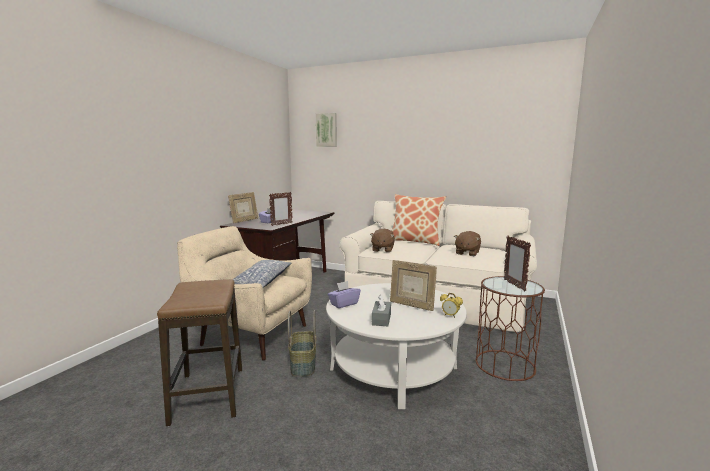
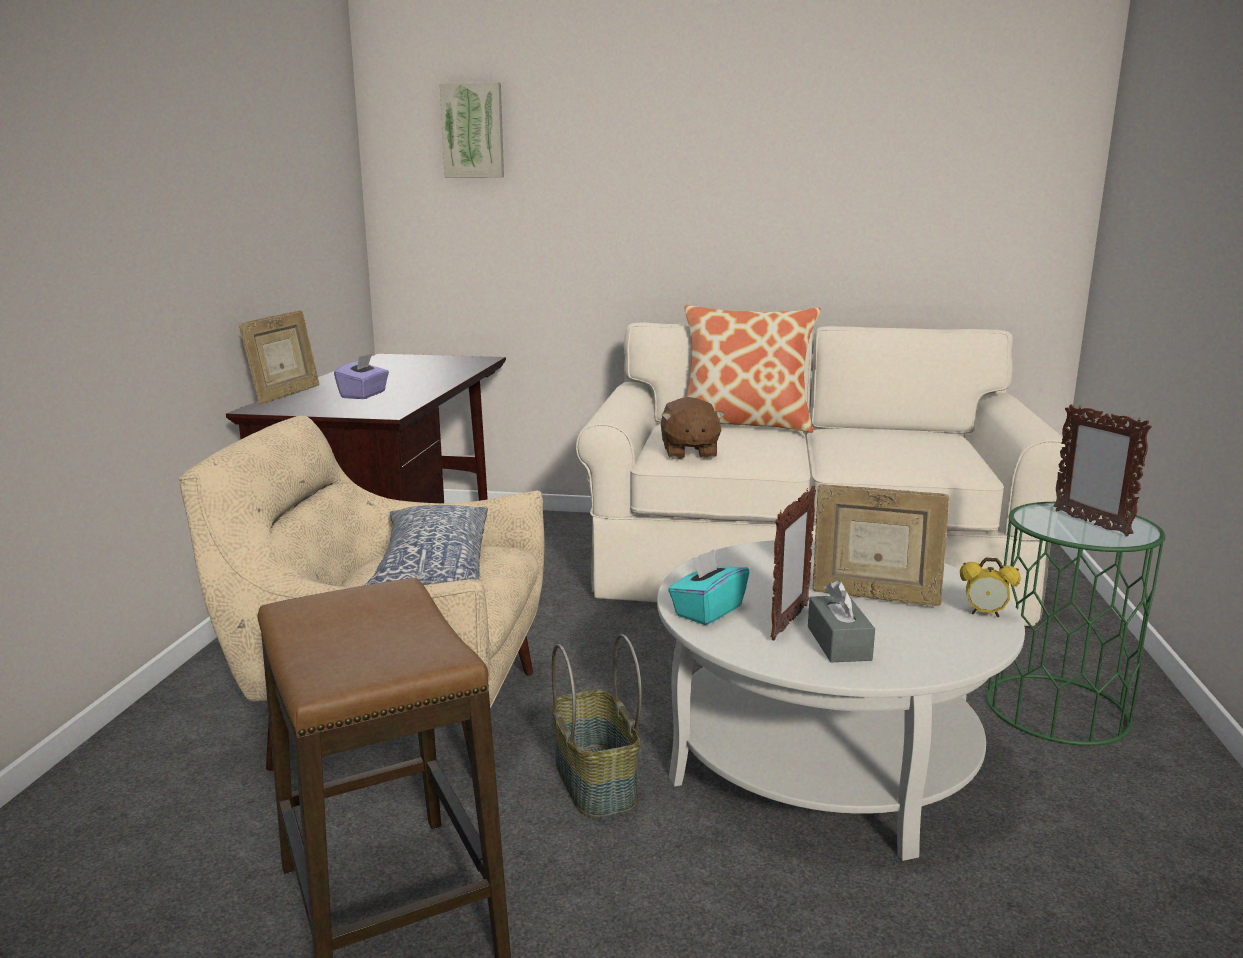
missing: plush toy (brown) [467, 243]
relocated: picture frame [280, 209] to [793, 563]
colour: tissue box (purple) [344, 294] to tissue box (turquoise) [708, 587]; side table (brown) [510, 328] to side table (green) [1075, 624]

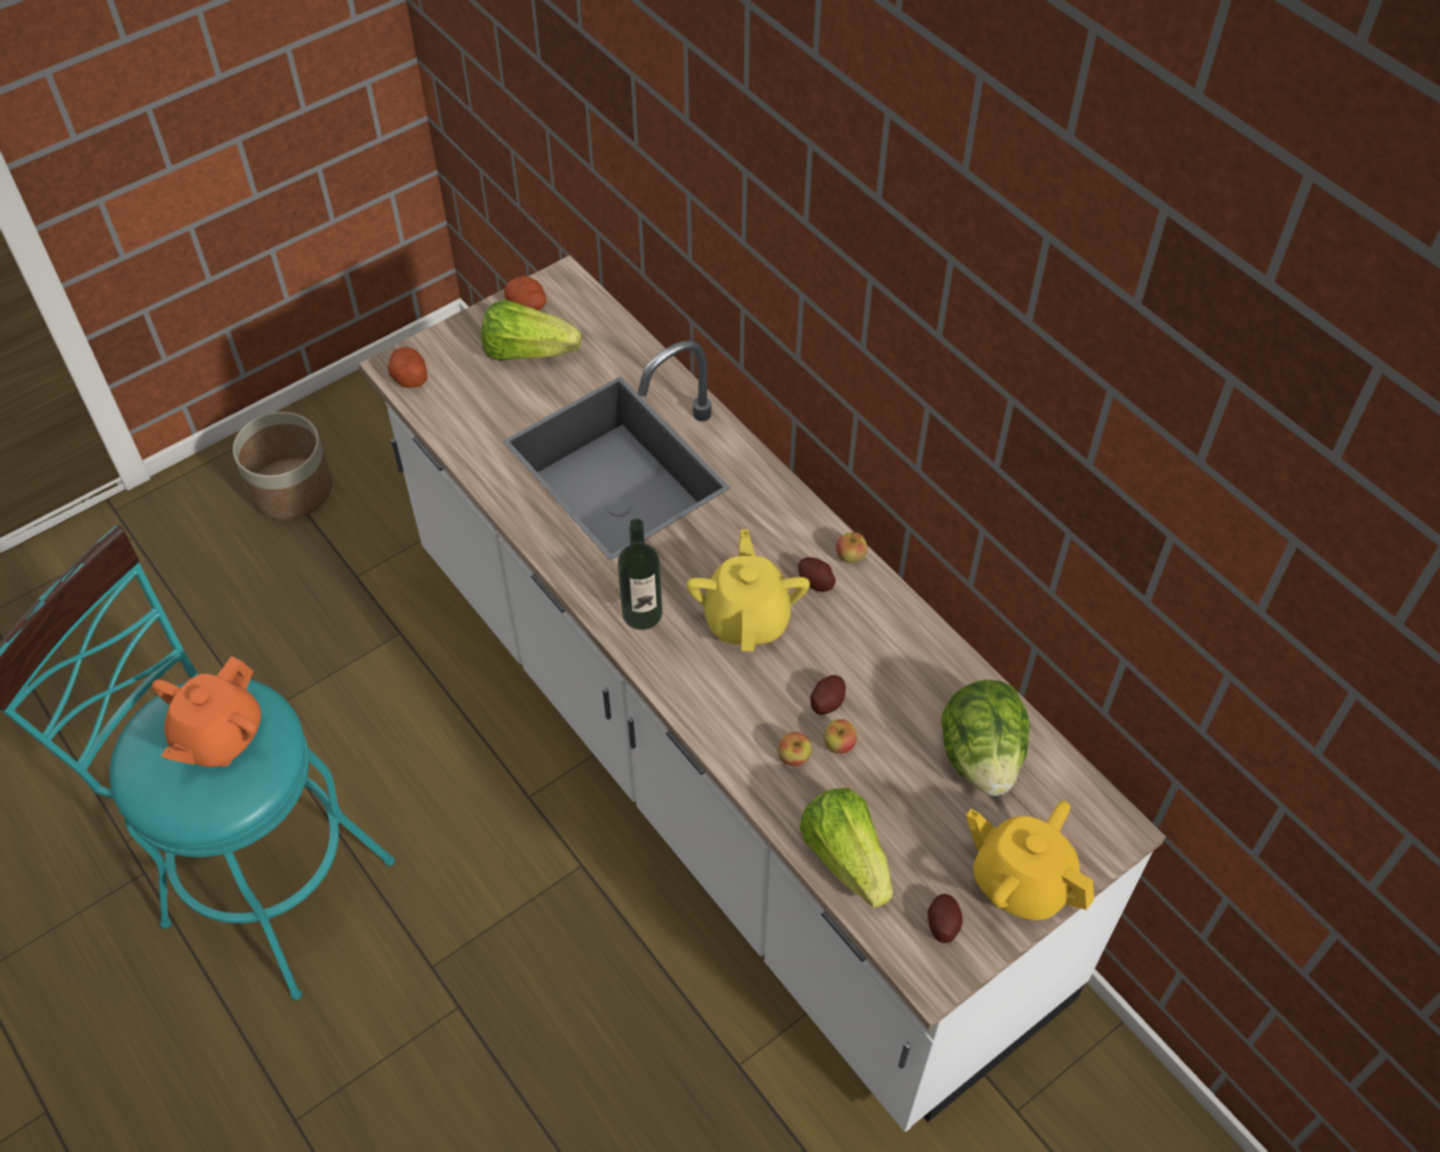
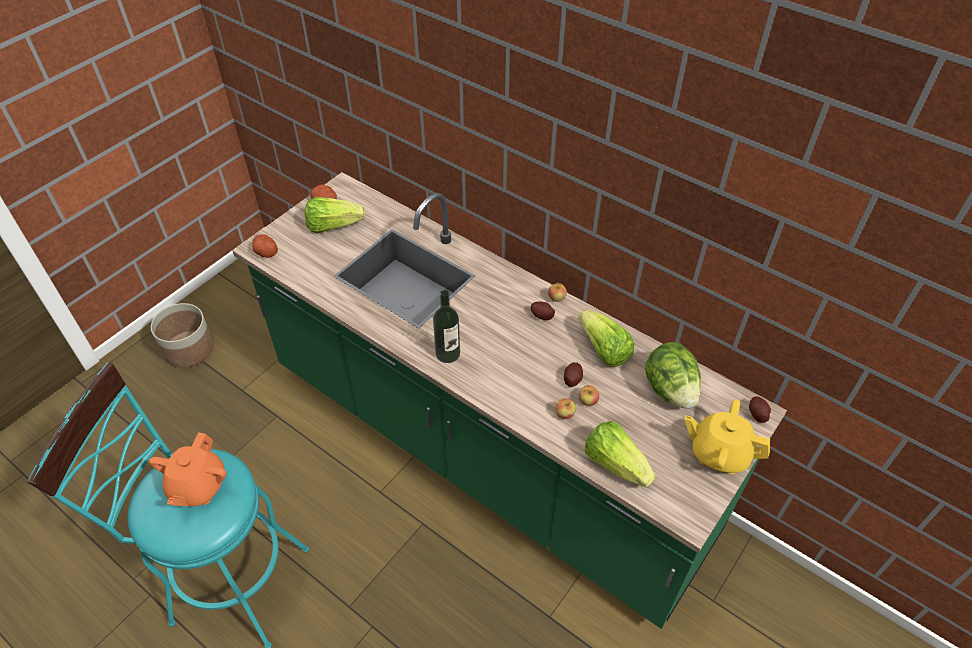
missing: teapot (yellow) [748, 590]
appeared: lettuce [606, 338]
relocated: potato [945, 918] to [760, 409]
colour: counter (white) [762, 693] to counter (green) [510, 400]

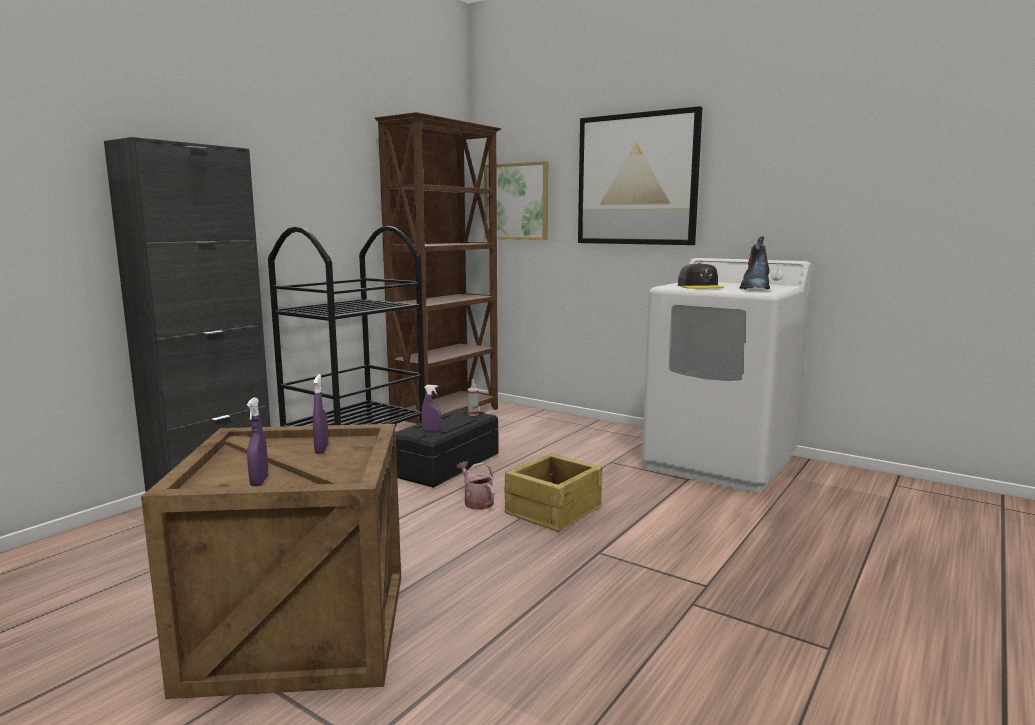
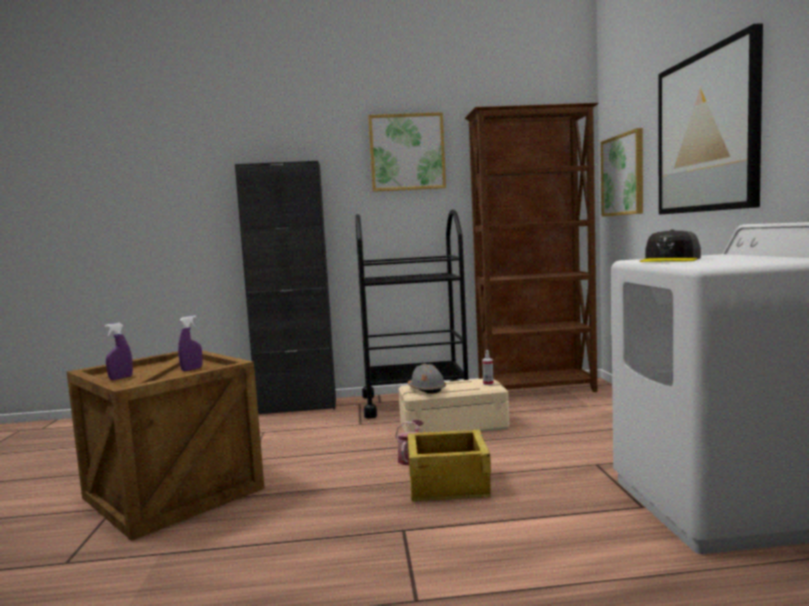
missing: boot [755, 263]
appeared: picture [407, 152]
exchanged: spray bottle (purple) [431, 408] to hard hat (grey) [426, 379]
colour: storage box (black) [447, 448] to storage box (beige) [454, 406]

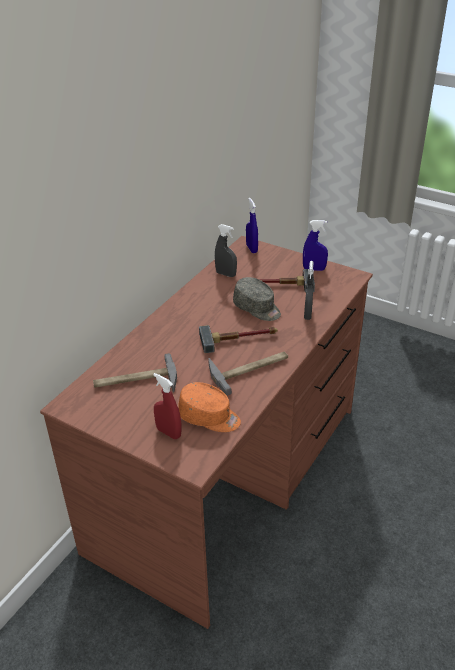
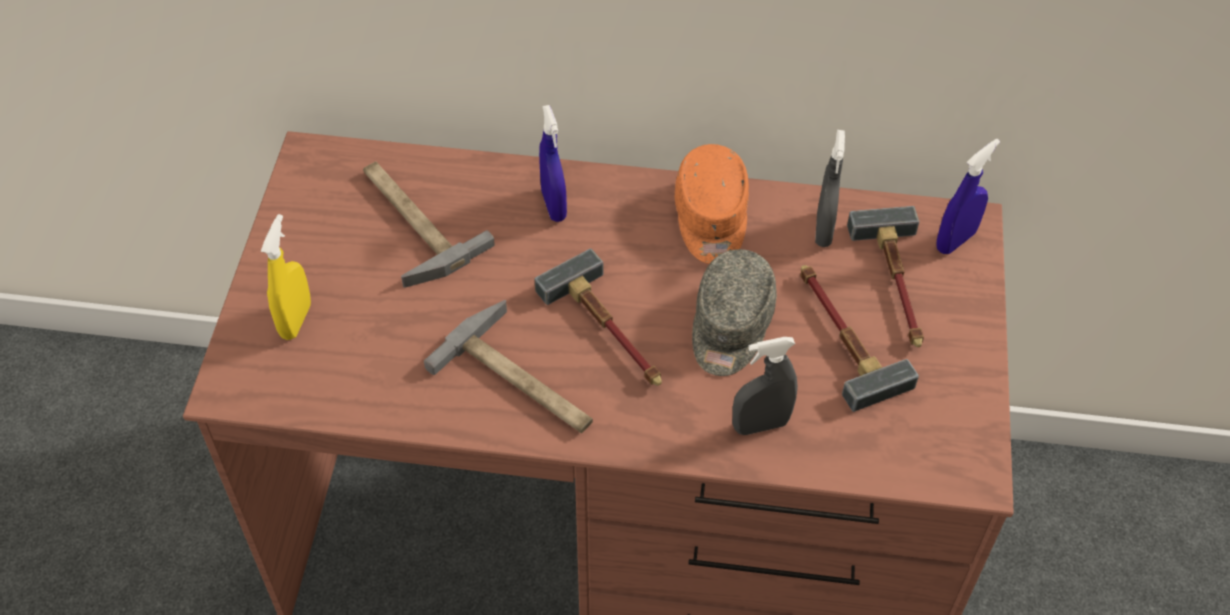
appeared: hammer [885, 276]
relocated: cap (orange) [209, 407] to [712, 204]; spray bottle (blue) [315, 245] to [553, 163]
colour: spray bottle (red) [167, 406] to spray bottle (yellow) [286, 277]

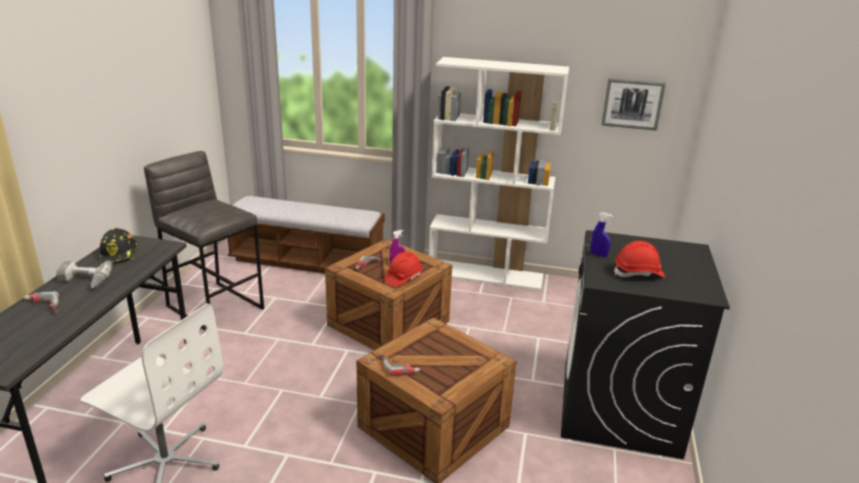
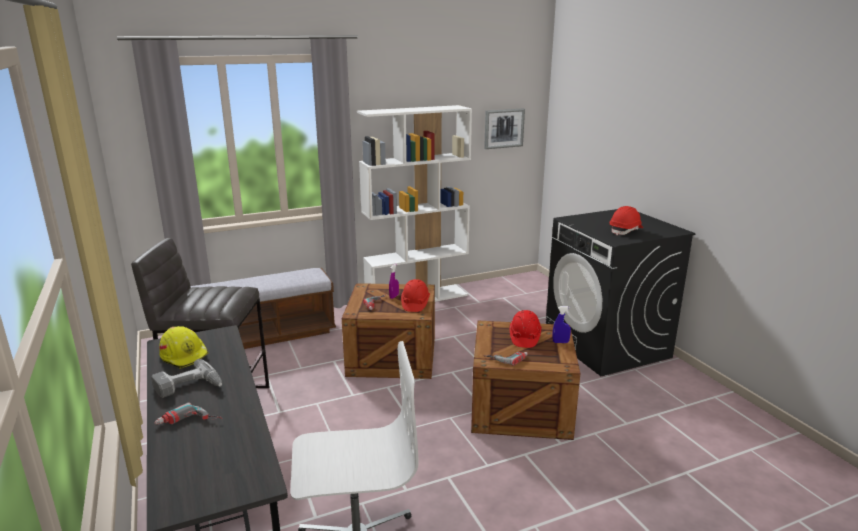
appeared: hard hat (red) [526, 329]
relocated: spray bottle (blue) [601, 234] to [562, 324]
colour: hard hat (black) [119, 246] to hard hat (yellow) [184, 347]

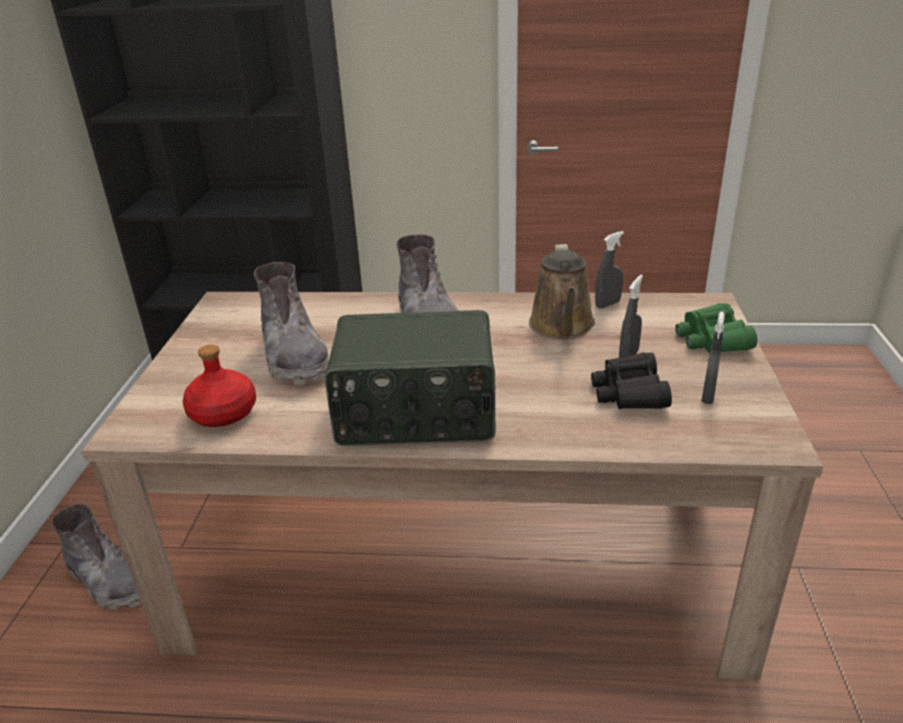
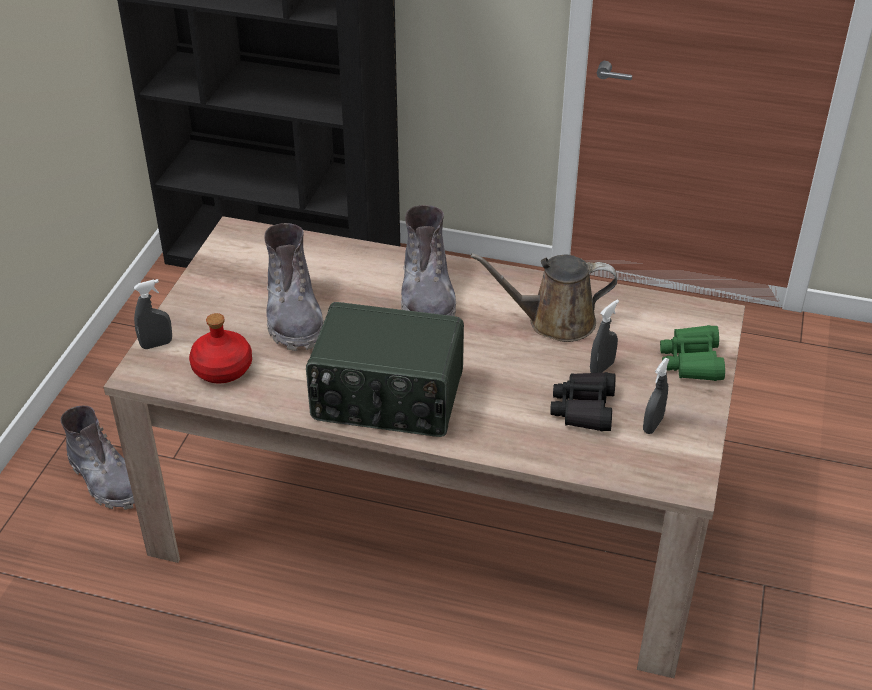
relocated: spray bottle (grey) [609, 269] to [153, 314]
spun: watering can (brown) [562, 291] = [544, 297] 75 degrees clockwise

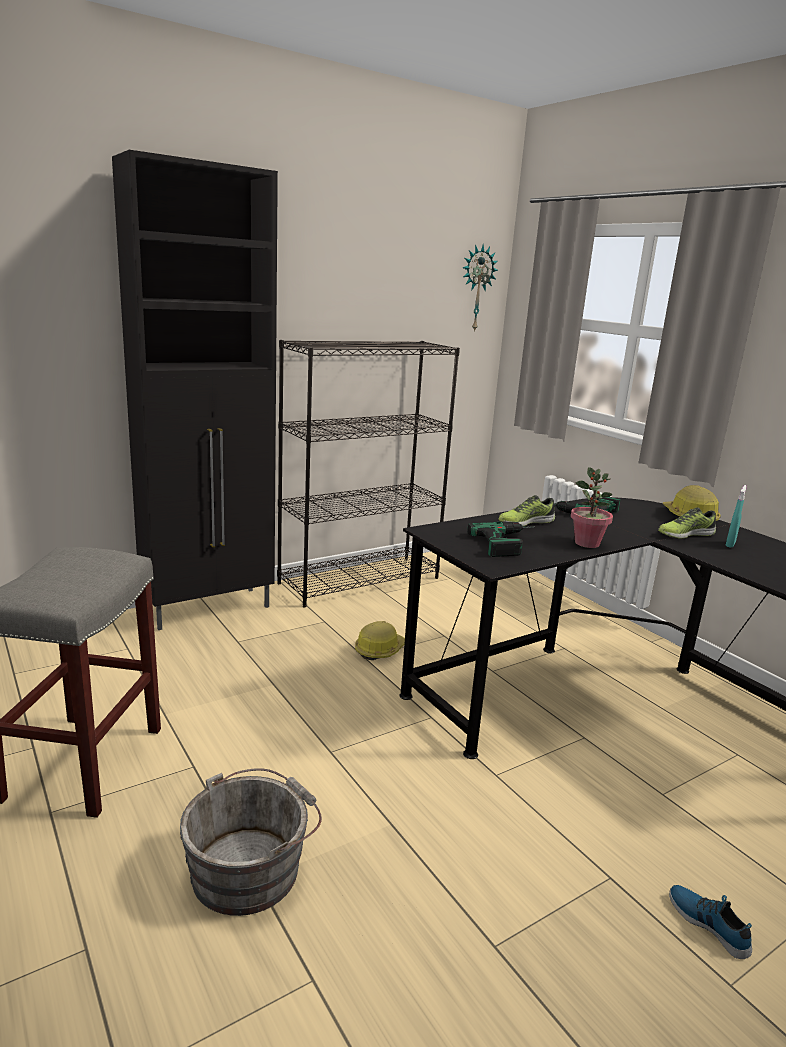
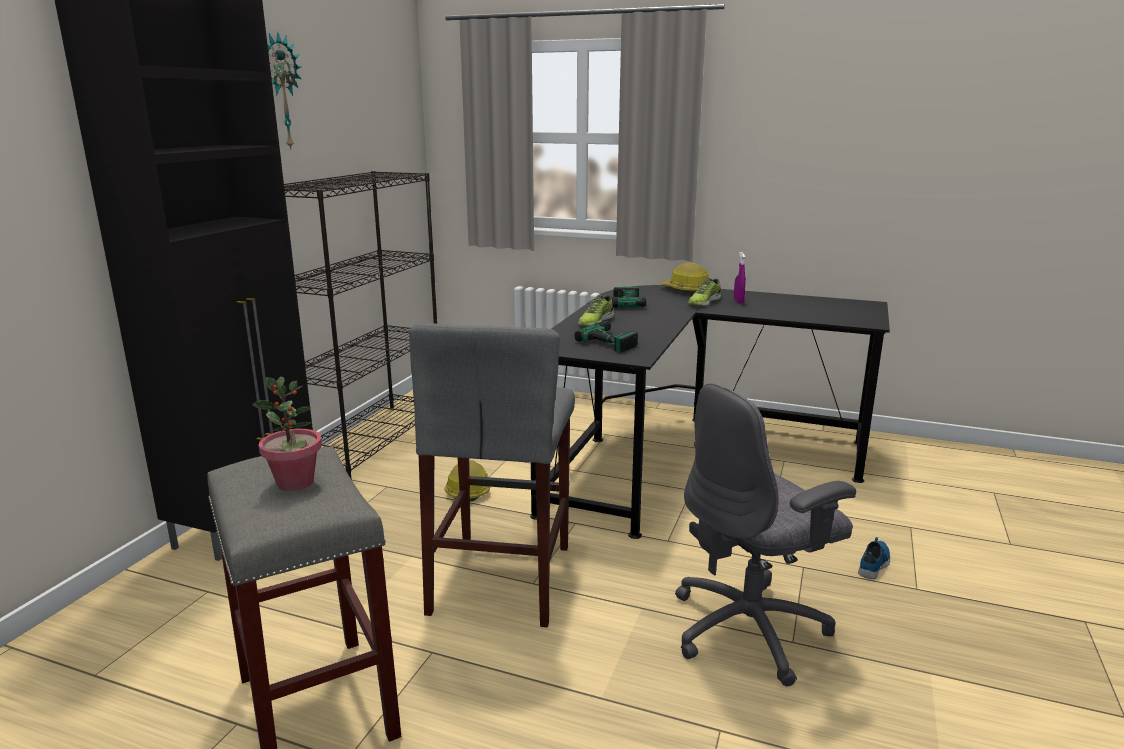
missing: bucket (grey) [251, 842]
appeared: stool (grey) [492, 475]; office chair (grey) [765, 534]
relocated: wall clock [480, 288] to [284, 90]; potted plant [592, 507] to [287, 433]
colour: spray bottle (turquoise) [736, 516] to spray bottle (purple) [740, 278]
spun: shoe [710, 922] = [874, 558] 105 degrees clockwise

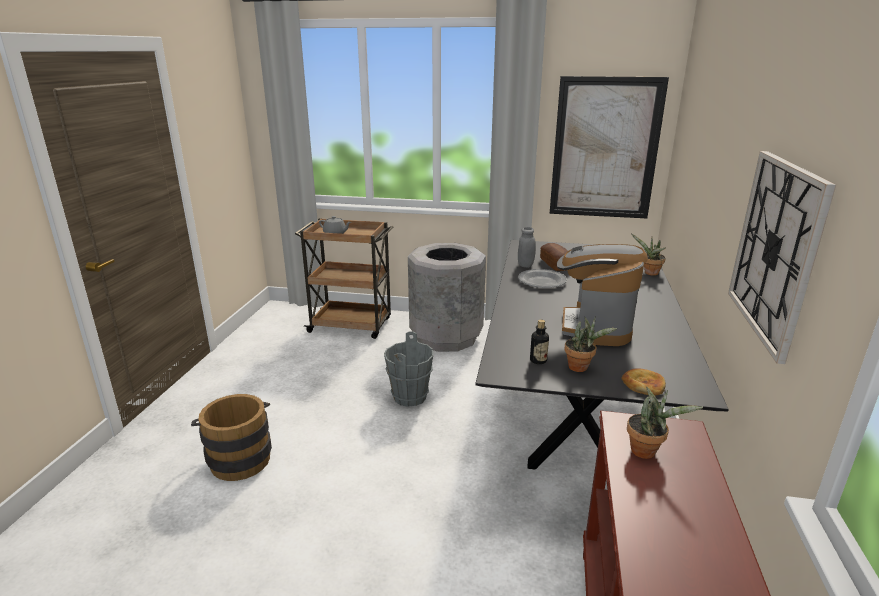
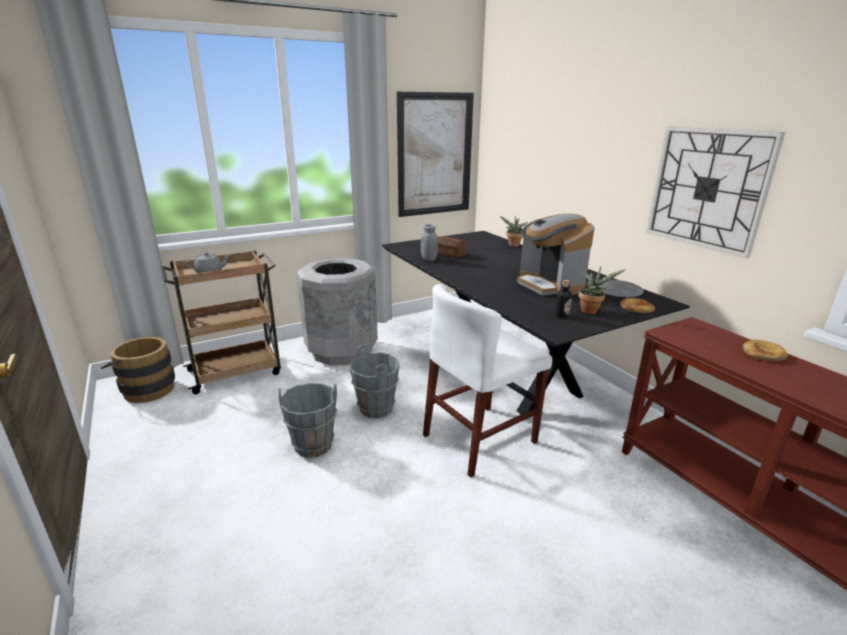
missing: potted plant [665, 422]
appeared: bucket (grey) [307, 420]; chair (white) [487, 381]; bread [765, 350]
relocated: bucket (brown) [231, 437] to [138, 370]; plate (grey) [542, 278] to [620, 288]

